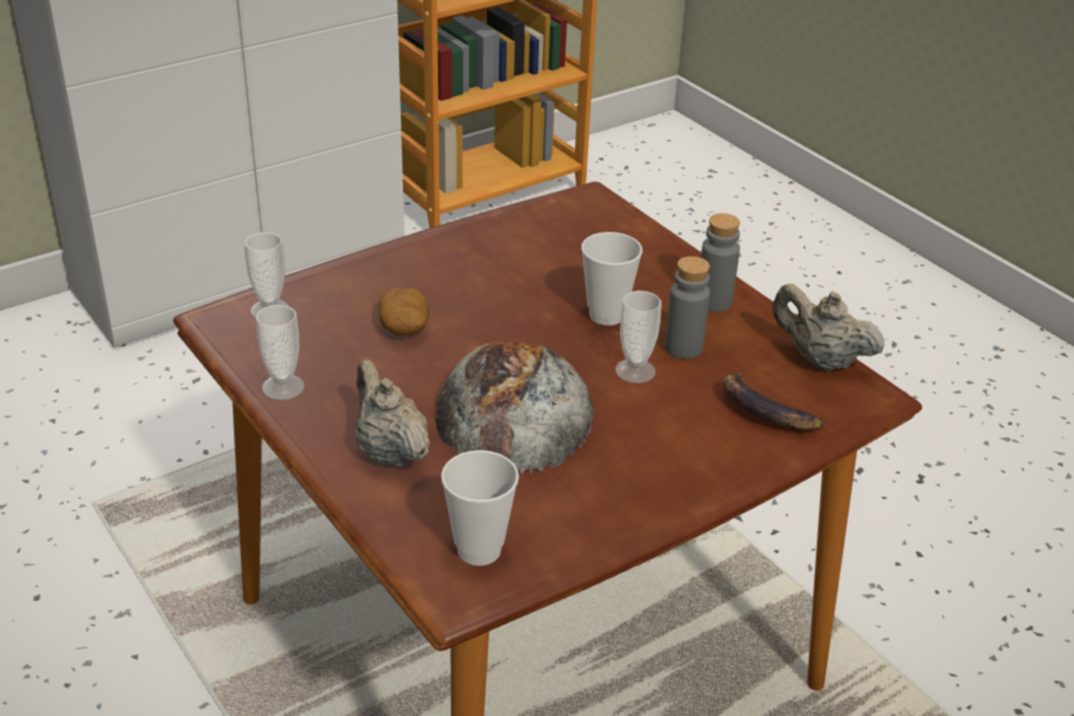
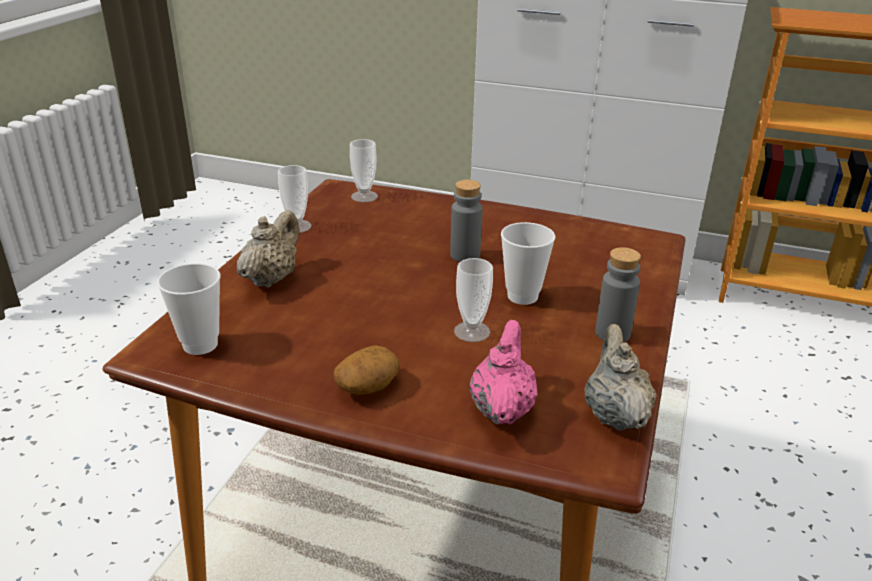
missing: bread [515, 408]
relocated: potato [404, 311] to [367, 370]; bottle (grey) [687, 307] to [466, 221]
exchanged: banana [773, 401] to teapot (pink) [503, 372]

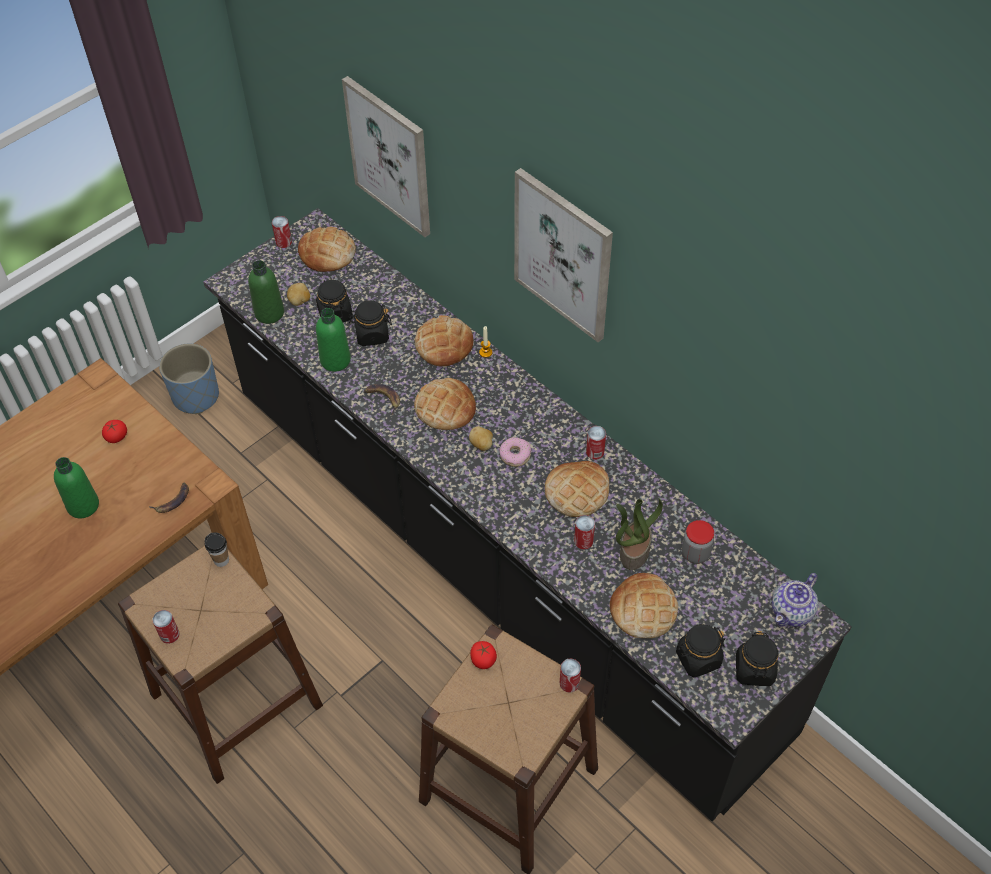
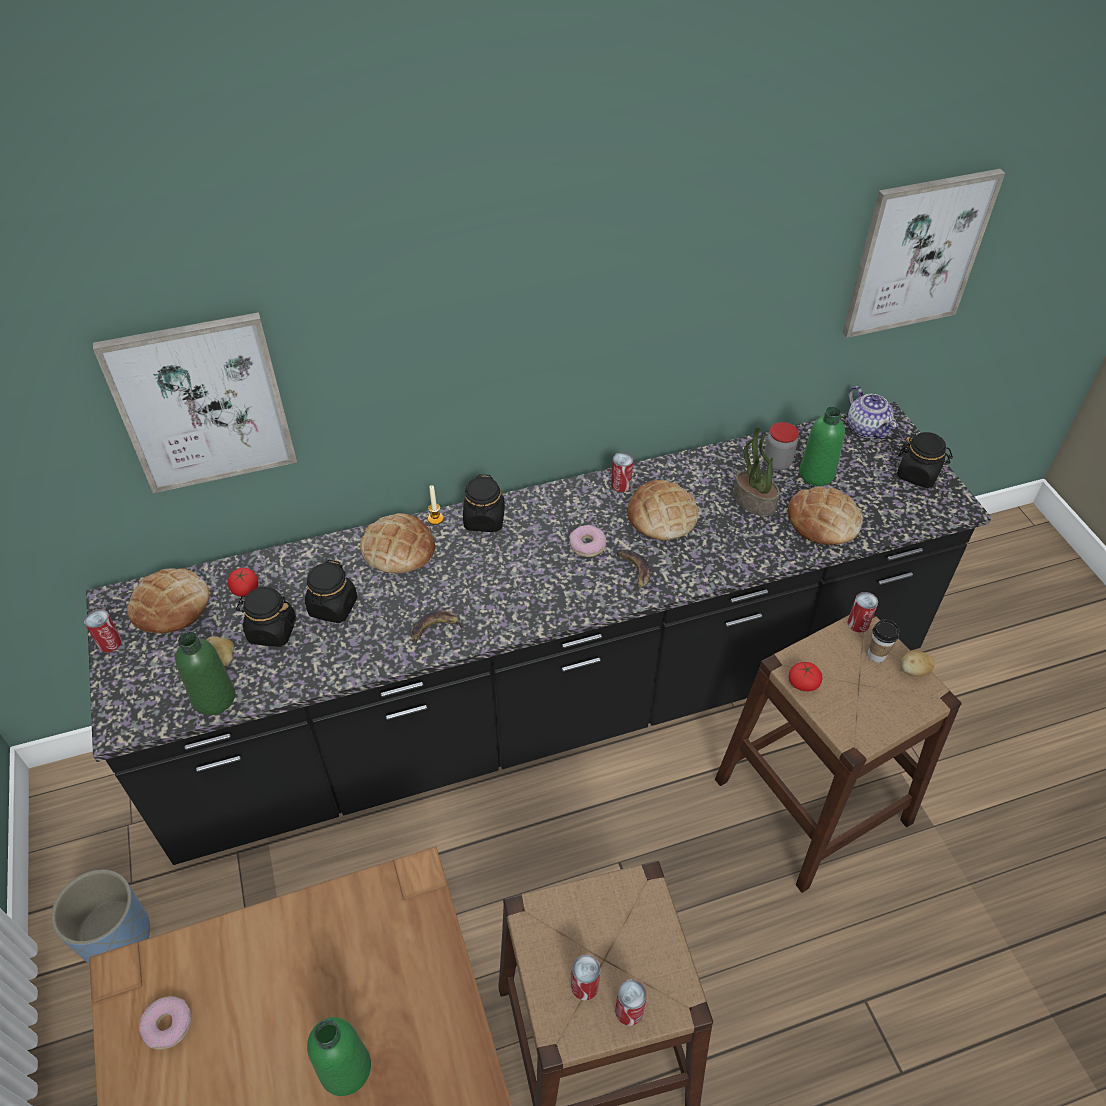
missing: bread [445, 404]
appeared: donut [165, 1023]
relocated: tomato [114, 431] to [243, 582]; banana [169, 498] to [633, 571]; cup [217, 549] to [883, 641]; bottle (green) [333, 340] to [822, 446]; potato [481, 438] to [918, 663]; picture [563, 255] to [923, 253]; can [584, 532] to [586, 978]; jar (black) [700, 651] to [484, 503]

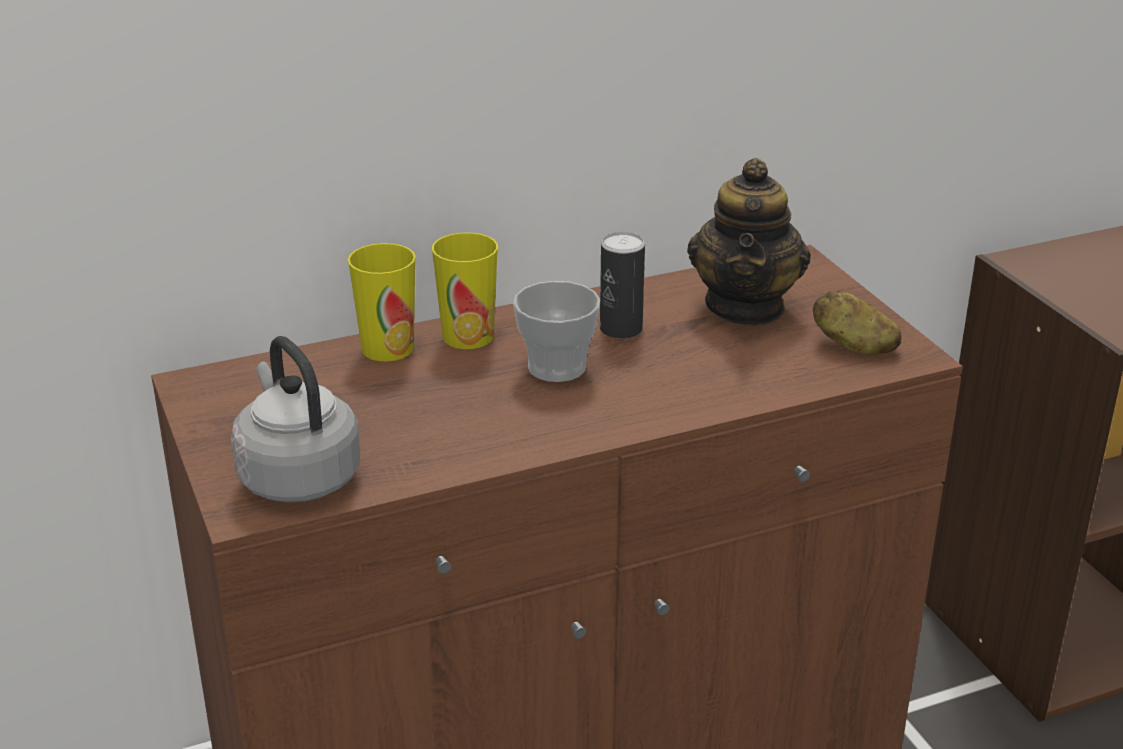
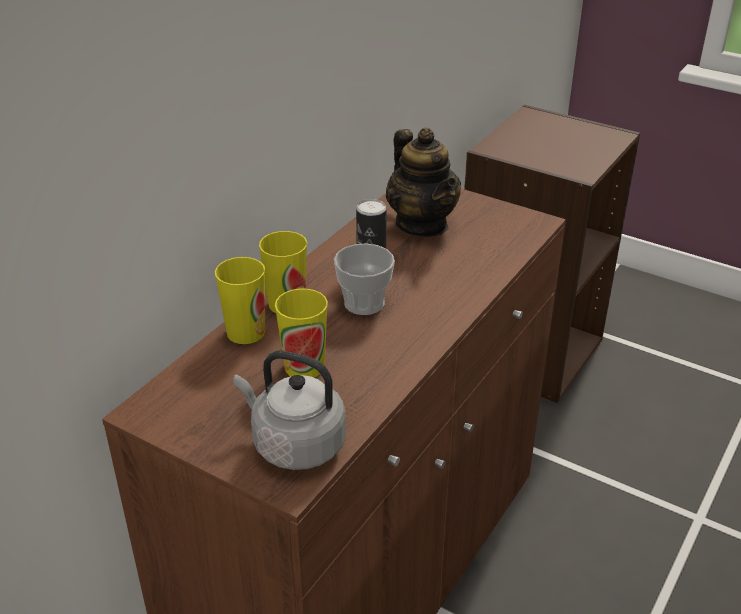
missing: potato [857, 323]
appeared: cup [301, 333]

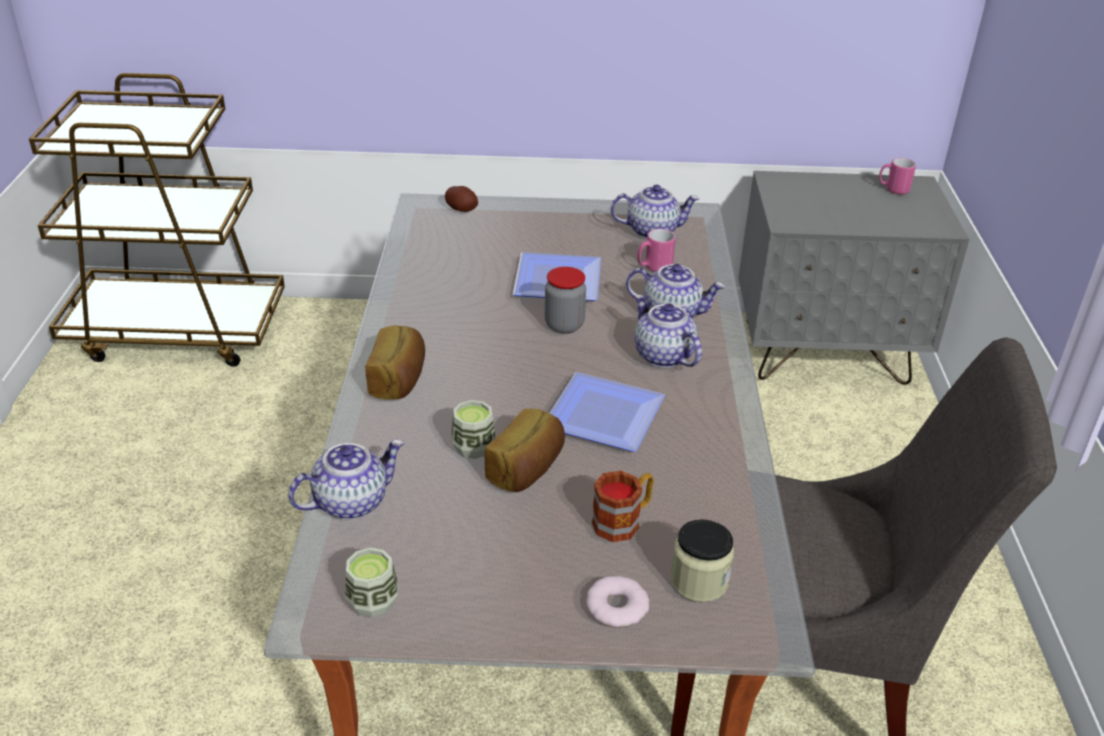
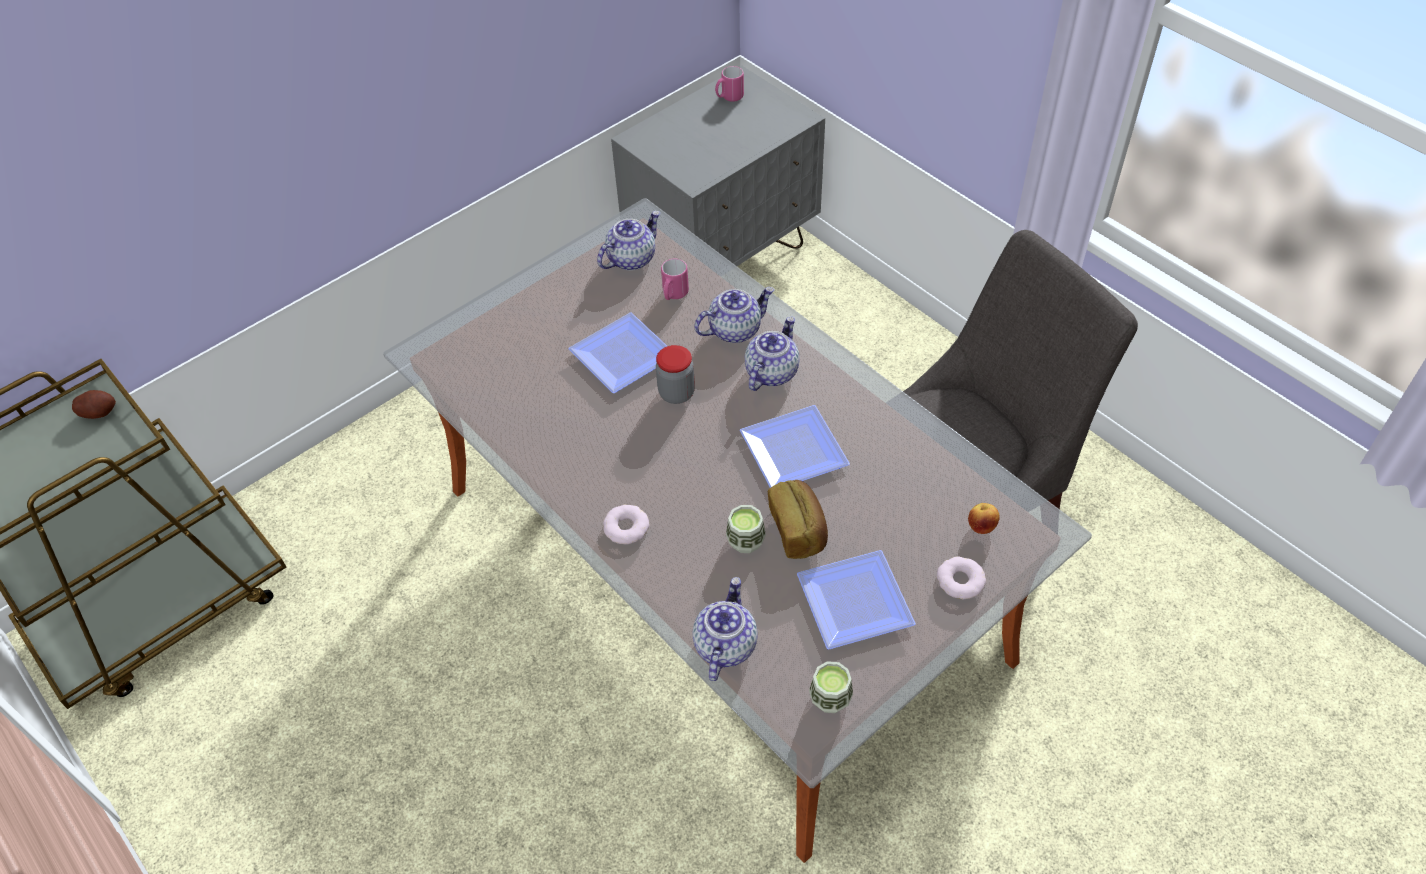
missing: mug [623, 506]
appeared: plate [856, 600]
relocated: potato [461, 199] to [94, 404]
exchanged: bread [395, 362] to donut [626, 524]; jar [702, 560] to apple [984, 518]
spun: teapot [668, 331] = [772, 353] 105 degrees clockwise

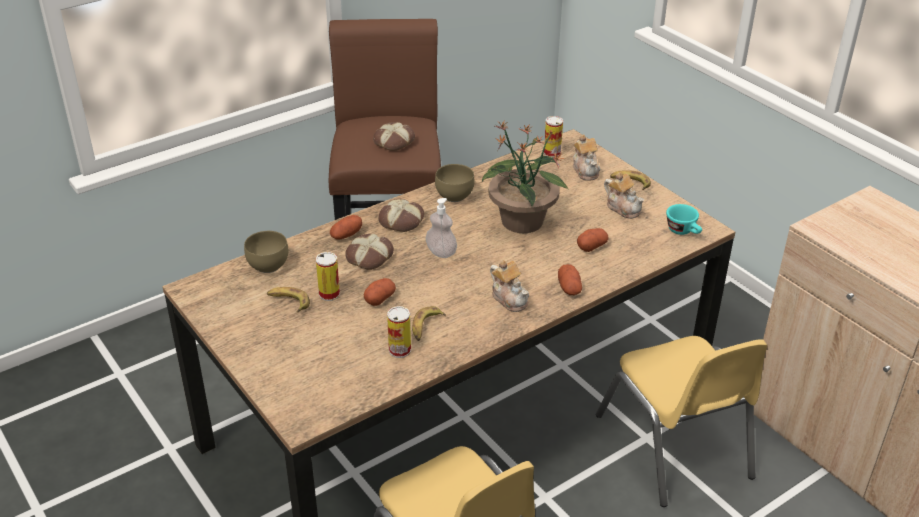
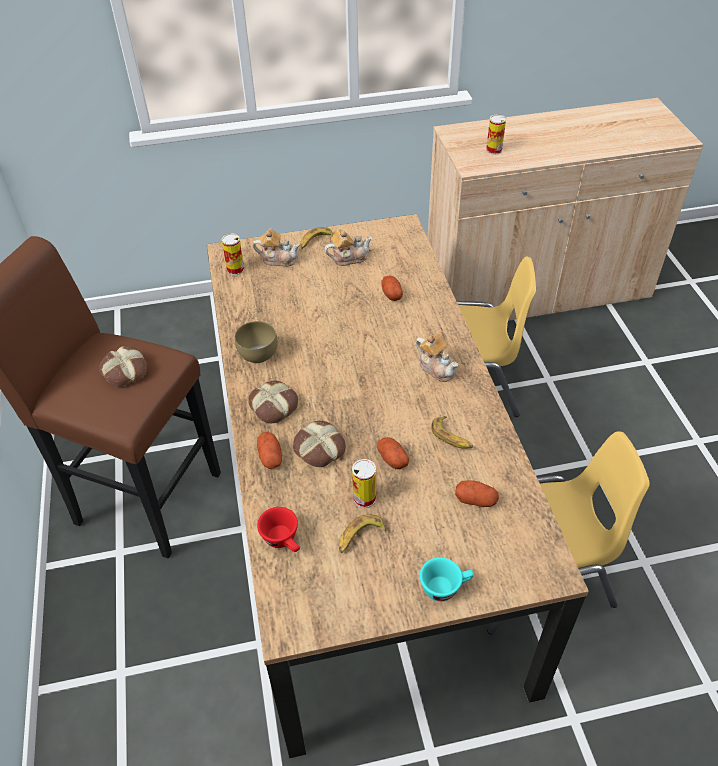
missing: soap dispenser [441, 228]; potted plant [525, 176]
relocated: can [399, 332] to [496, 134]; potato [570, 279] to [477, 493]; cup (turquoise) [684, 219] to [447, 579]
exchanged: bowl (brown) [266, 252] to cup (red) [278, 529]
spun: teapot [509, 286] = [437, 357] 60 degrees clockwise

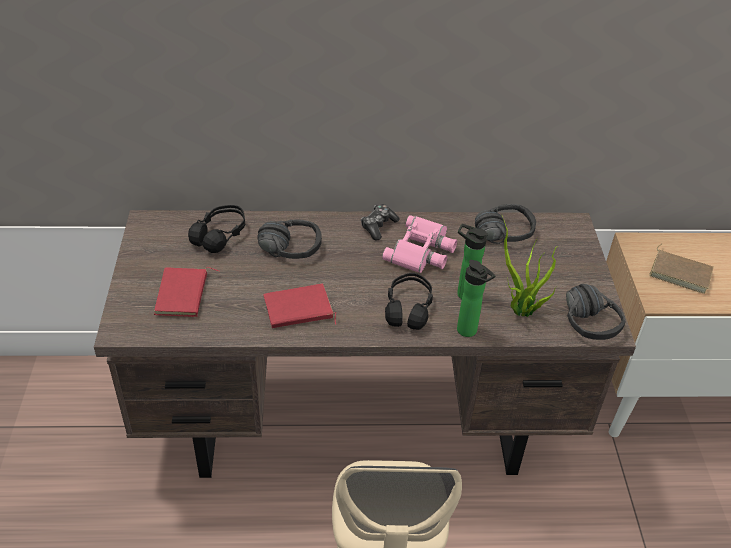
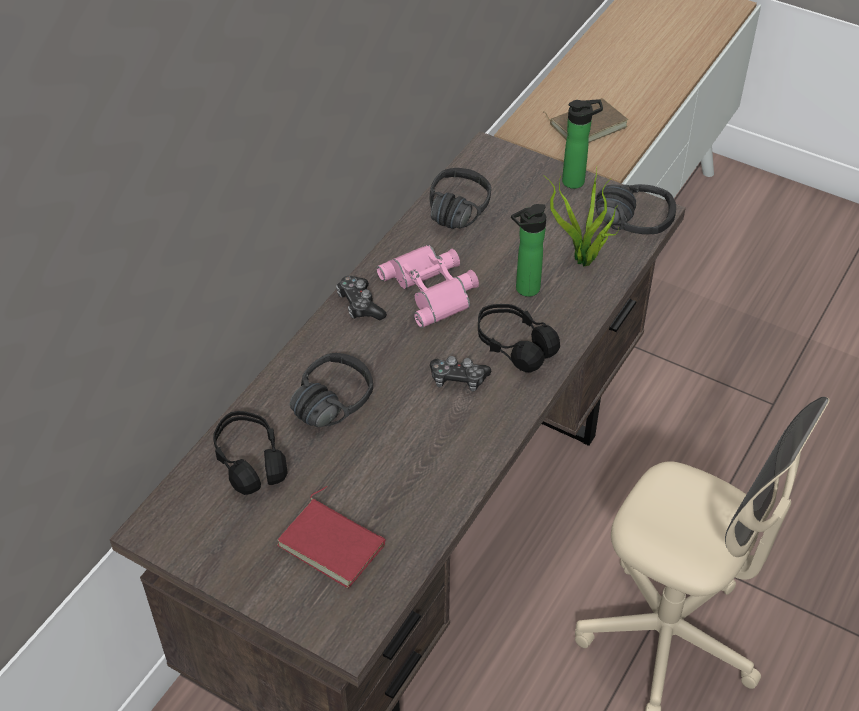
missing: book (red) [299, 306]
appeared: game controller [460, 374]
relocated: bottle [476, 298] to [582, 144]

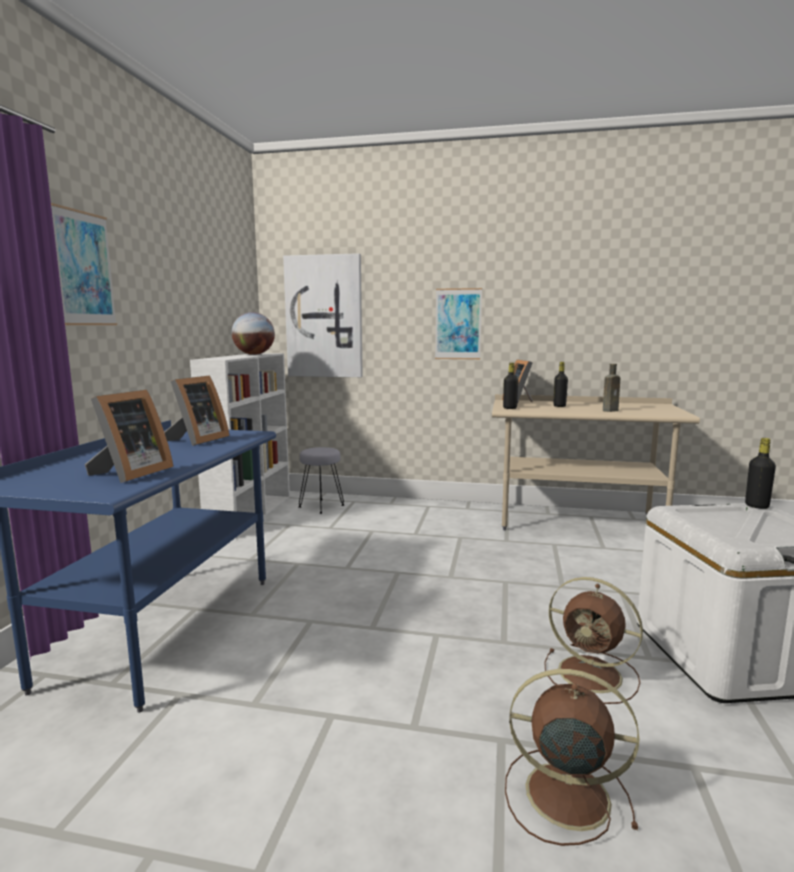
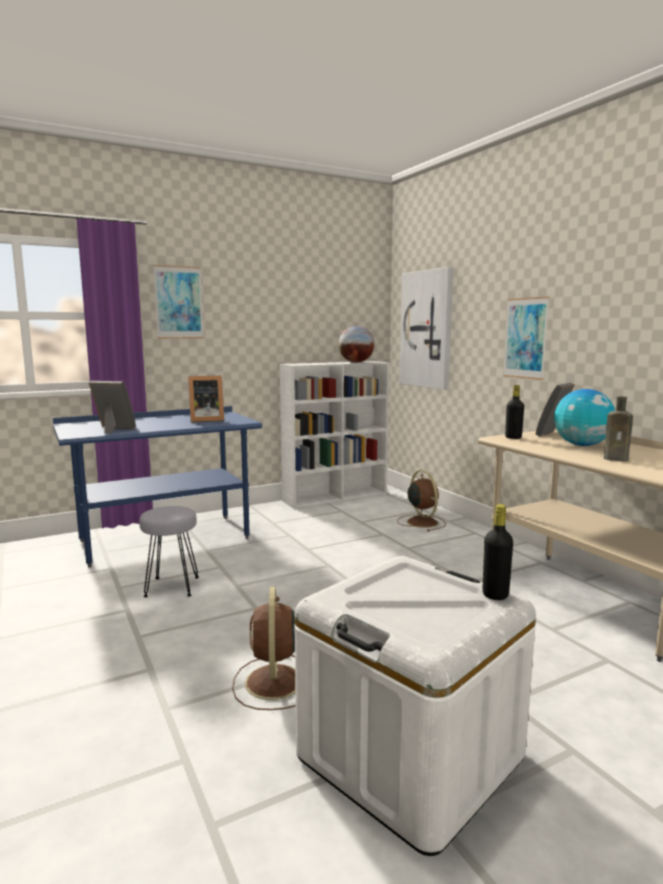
relocated: stool (grey) [321, 480] to [169, 551]; fan (brown) [572, 757] to [421, 500]
exchanged: bottle (black) [560, 384] to globe [584, 417]
spun: picture frame [129, 436] = [112, 407] 150 degrees counterclockwise

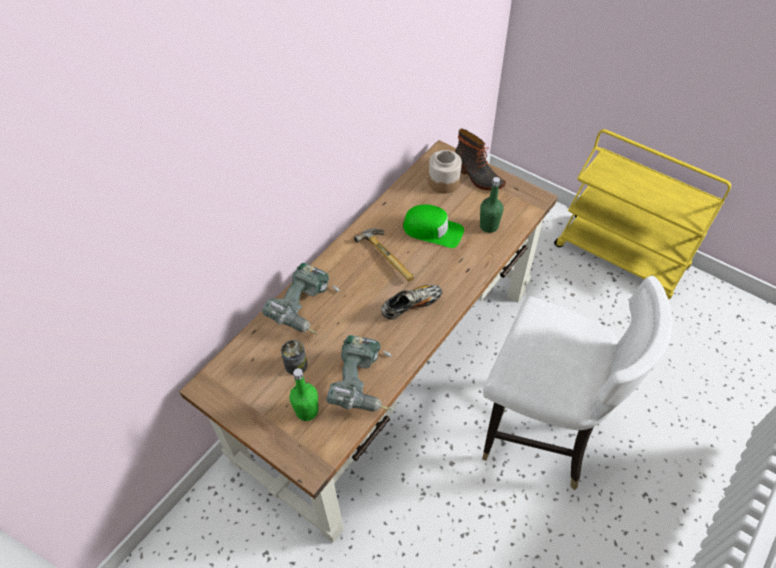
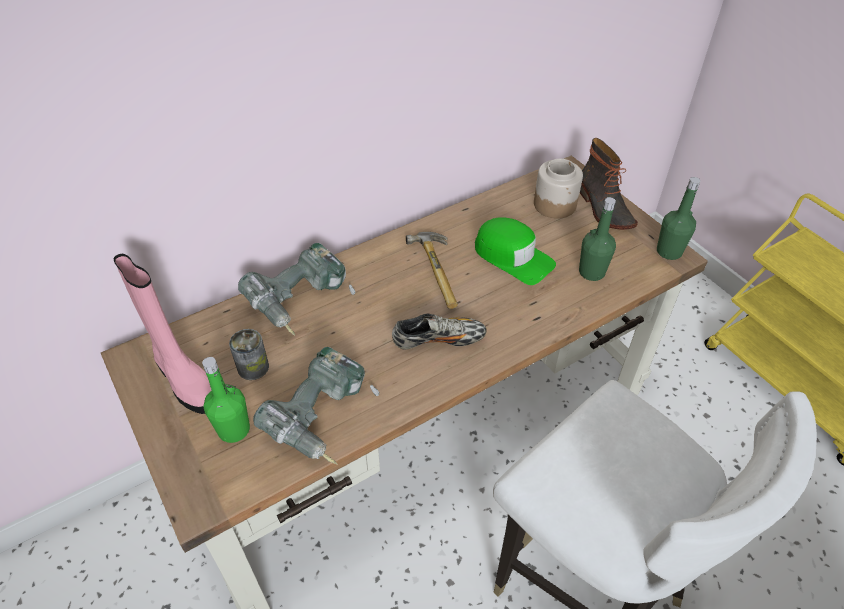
appeared: boot (pink) [162, 334]; bottle (green) [678, 218]

